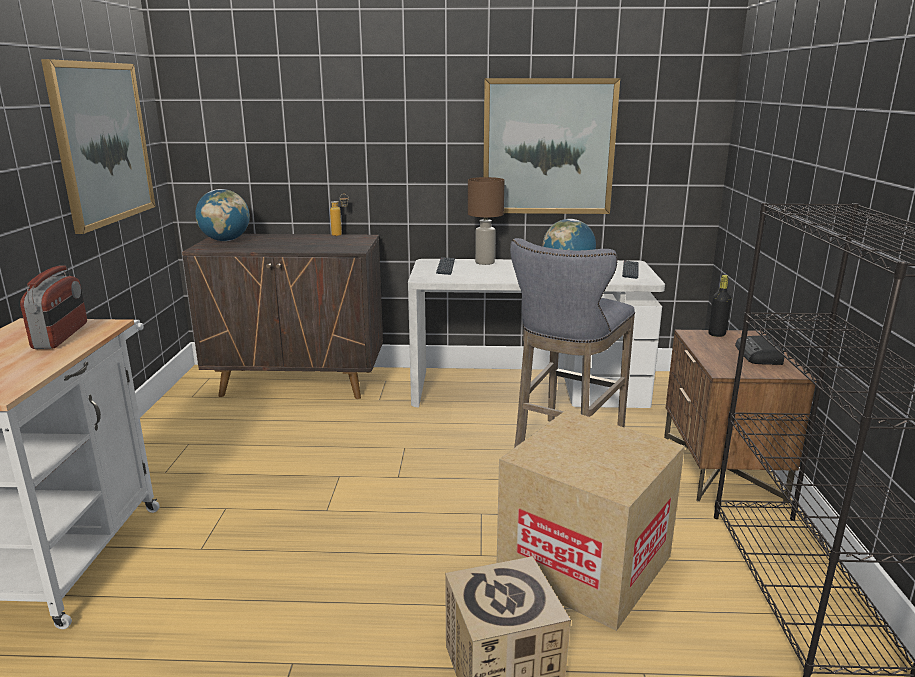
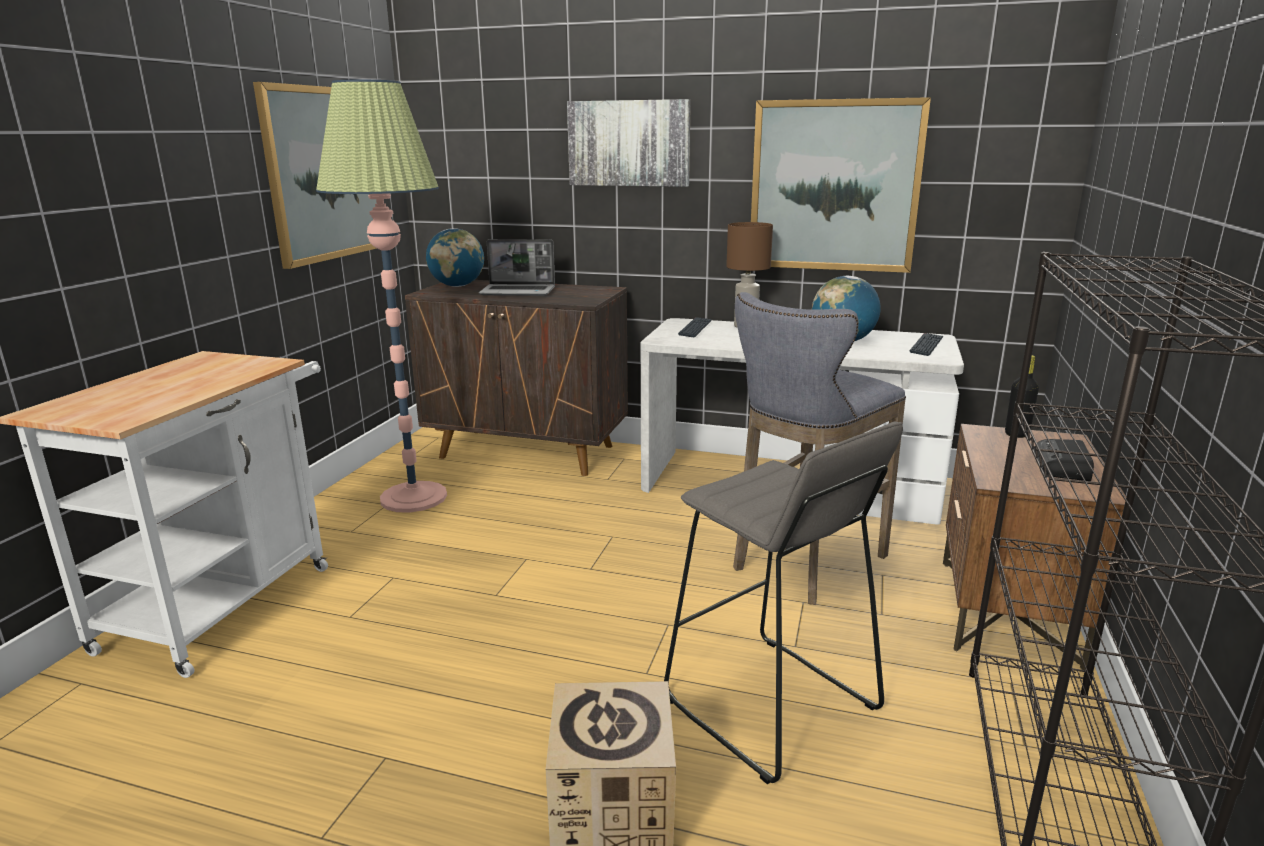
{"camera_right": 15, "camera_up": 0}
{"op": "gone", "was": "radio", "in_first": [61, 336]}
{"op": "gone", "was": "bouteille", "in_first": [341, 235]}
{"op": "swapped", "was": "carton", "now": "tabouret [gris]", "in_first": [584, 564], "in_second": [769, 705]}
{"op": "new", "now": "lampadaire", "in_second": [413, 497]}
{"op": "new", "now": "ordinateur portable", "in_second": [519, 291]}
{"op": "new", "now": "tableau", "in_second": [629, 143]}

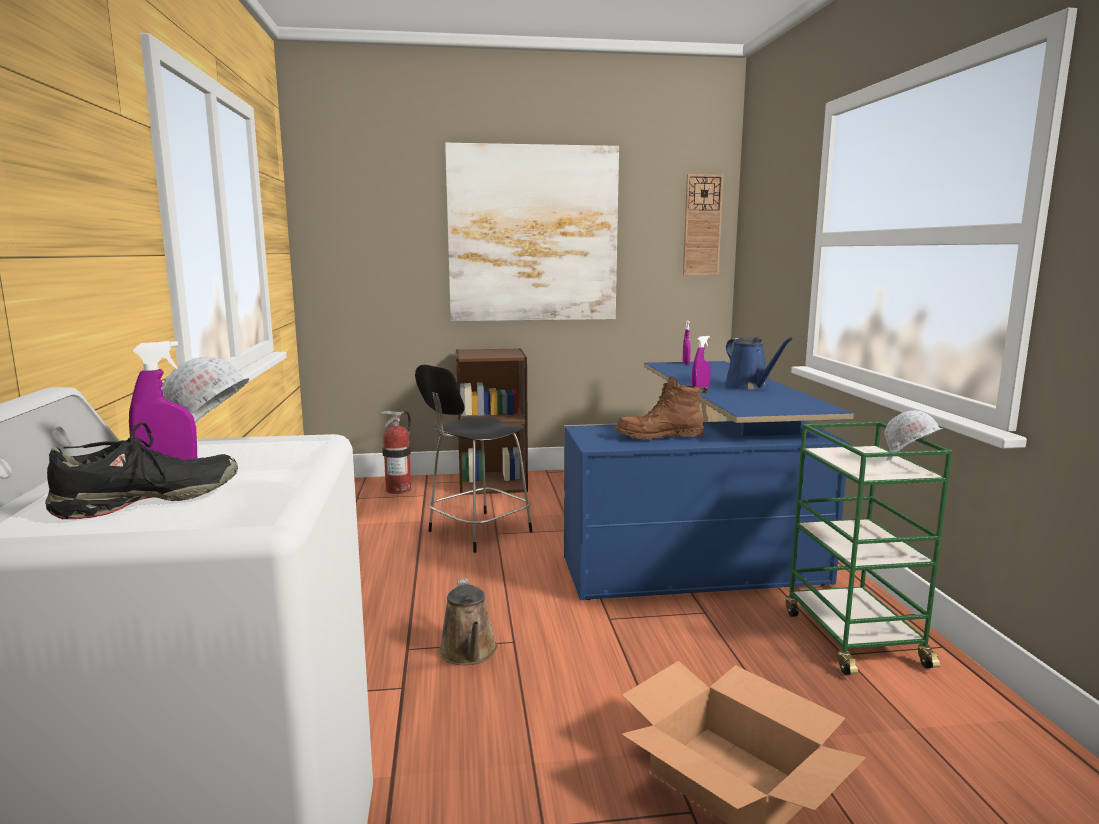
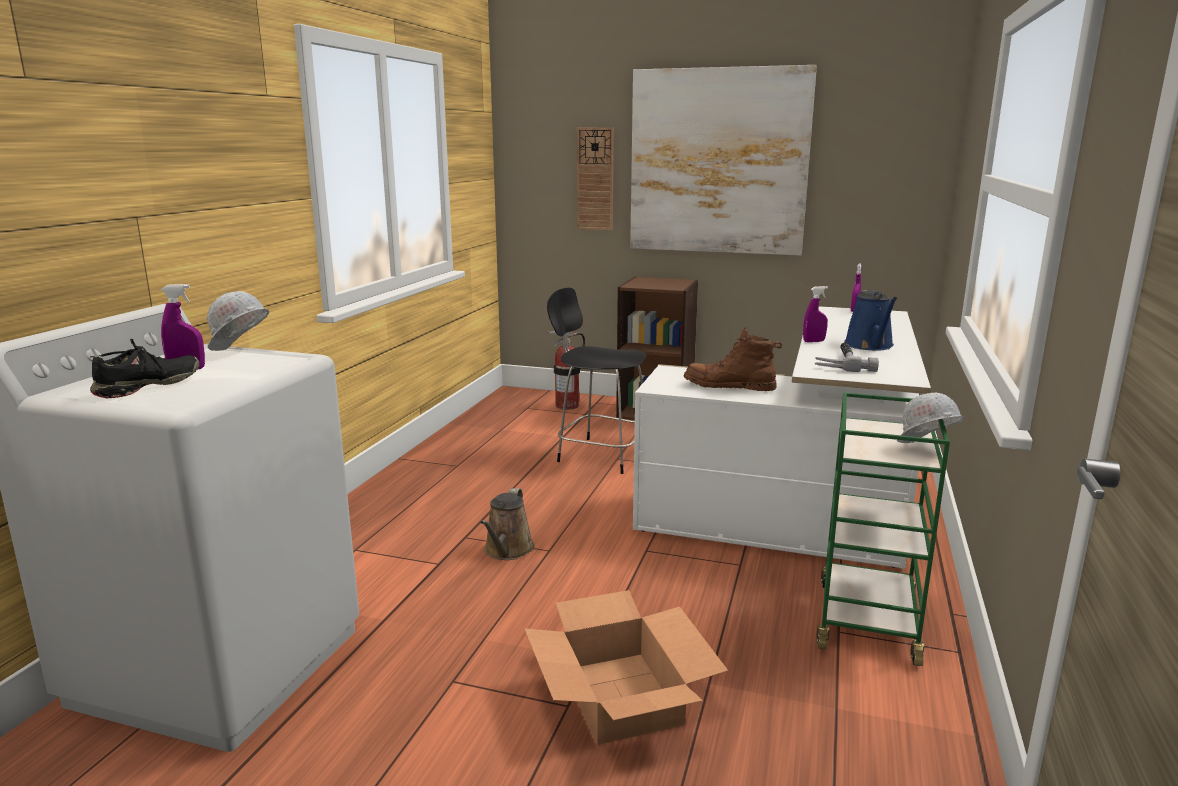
{"camera_right": 25, "camera_up": 5}
{"op": "rotated", "was": "chaussure [noir]", "in_first": [148, 501], "in_second": [148, 386], "clockwise": -45}
{"op": "rotated", "was": "chaise [noir]", "in_first": [477, 532], "in_second": [600, 455], "clockwise": 45}
{"op": "repainted", "was": "bureau [bleu]", "now": "bureau [blanc]", "in_first": [700, 541], "in_second": [806, 500]}
{"op": "shifted", "was": "horloge murale", "in_first": [702, 225], "in_second": [595, 179]}
{"op": "new", "now": "marteau", "in_second": [842, 362]}

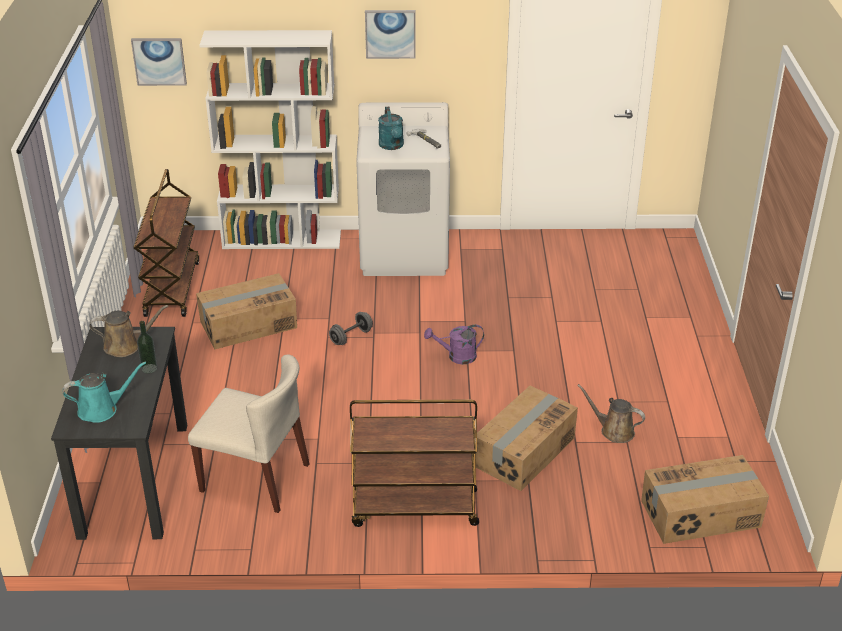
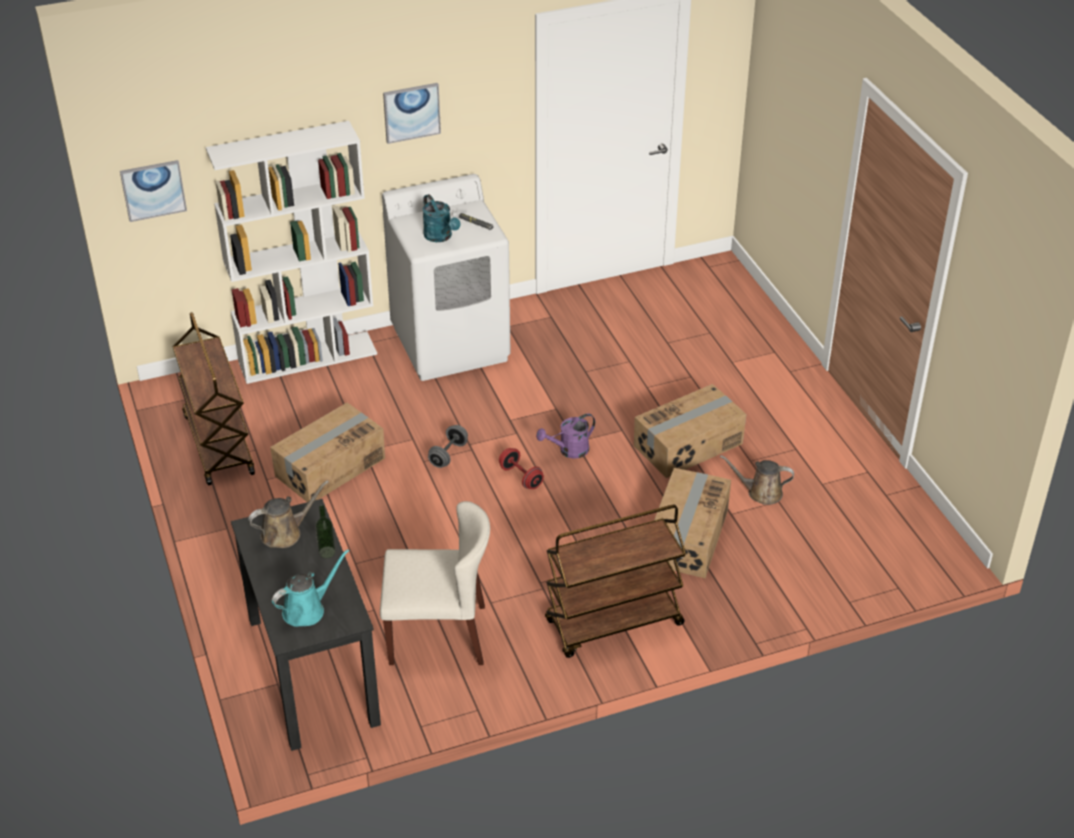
{"camera_right": -20, "camera_up": 5}
{"op": "shifted", "was": "carton", "in_first": [701, 514], "in_second": [689, 445]}
{"op": "new", "now": "haltère [rouge]", "in_second": [521, 477]}

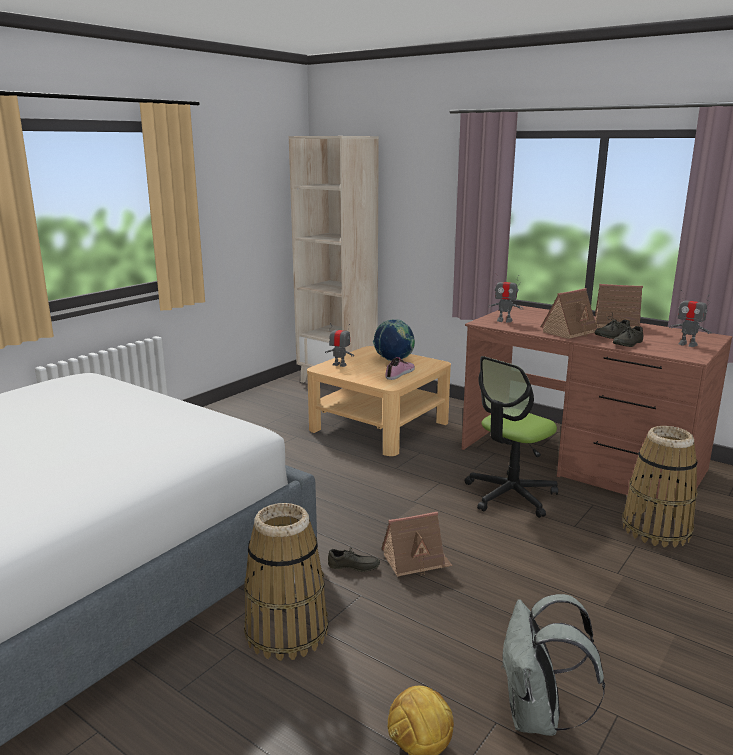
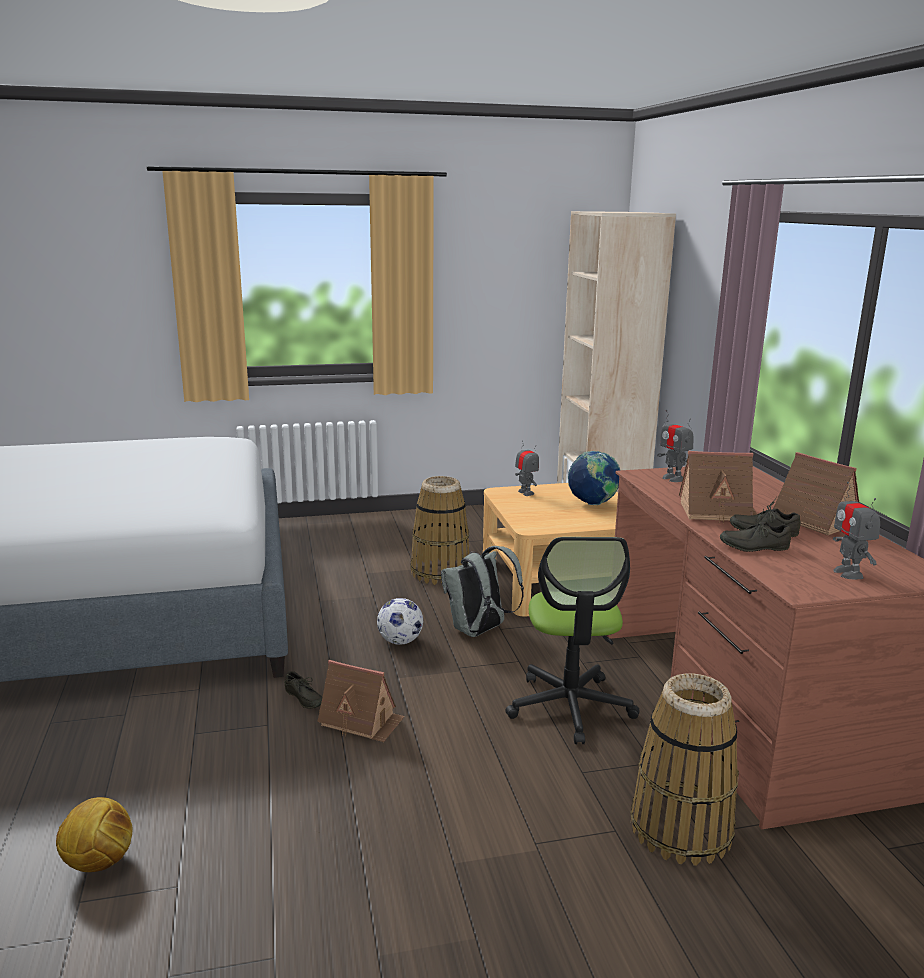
{"camera_right": 40, "camera_up": 0}
{"op": "shifted", "was": "panier", "in_first": [287, 631], "in_second": [440, 572]}
{"op": "gone", "was": "chaussure", "in_first": [400, 374]}
{"op": "rotated", "was": "chaise de bureau", "in_first": [510, 495], "in_second": [570, 707], "clockwise": -90}
{"op": "shifted", "was": "sac à dos [gris]", "in_first": [537, 717], "in_second": [479, 631]}
{"op": "new", "now": "ballon de foot", "in_second": [400, 641]}

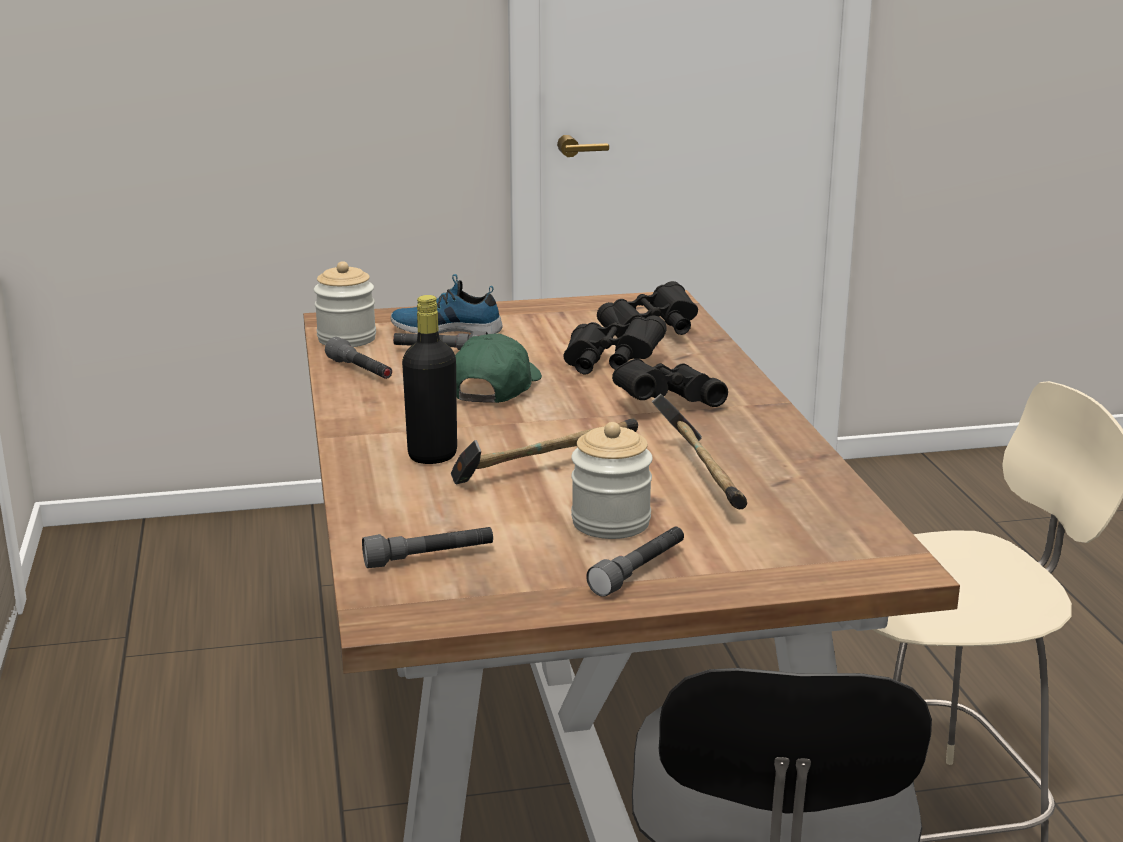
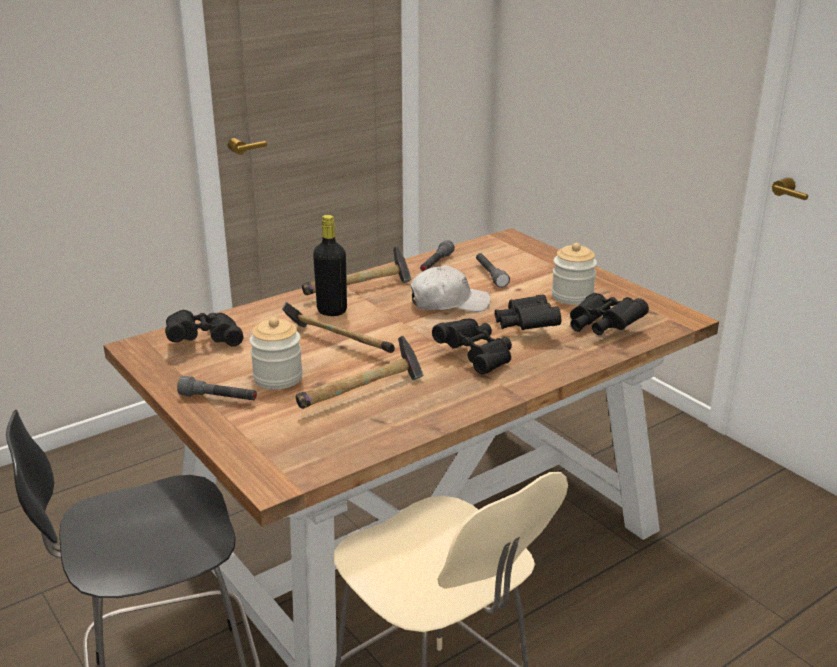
{"camera_right": 65, "camera_up": 5}
{"op": "shifted", "was": "bocal", "in_first": [346, 339], "in_second": [572, 296]}
{"op": "swapped", "was": "lampe de poche [gris]", "now": "jumelles [noir]", "in_first": [429, 558], "in_second": [204, 341]}
{"op": "gone", "was": "chaussure", "in_first": [447, 328]}
{"op": "repainted", "was": "casquette [vert]", "now": "casquette [blanc]", "in_first": [495, 387], "in_second": [449, 303]}
{"op": "new", "now": "marteau", "in_second": [360, 289]}

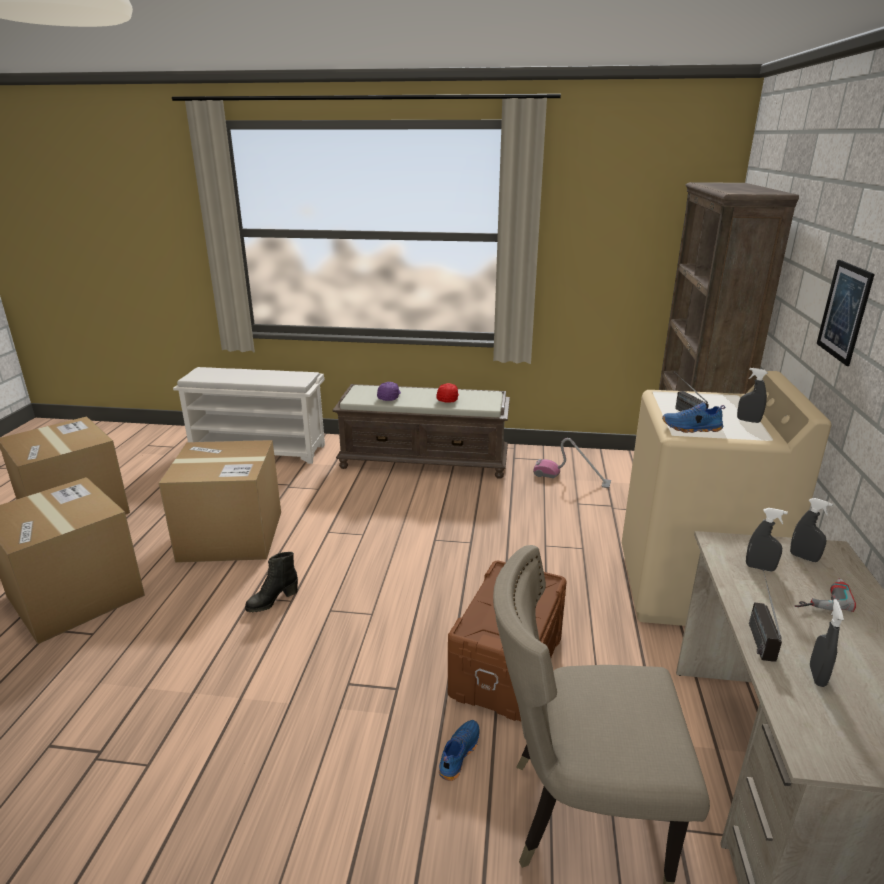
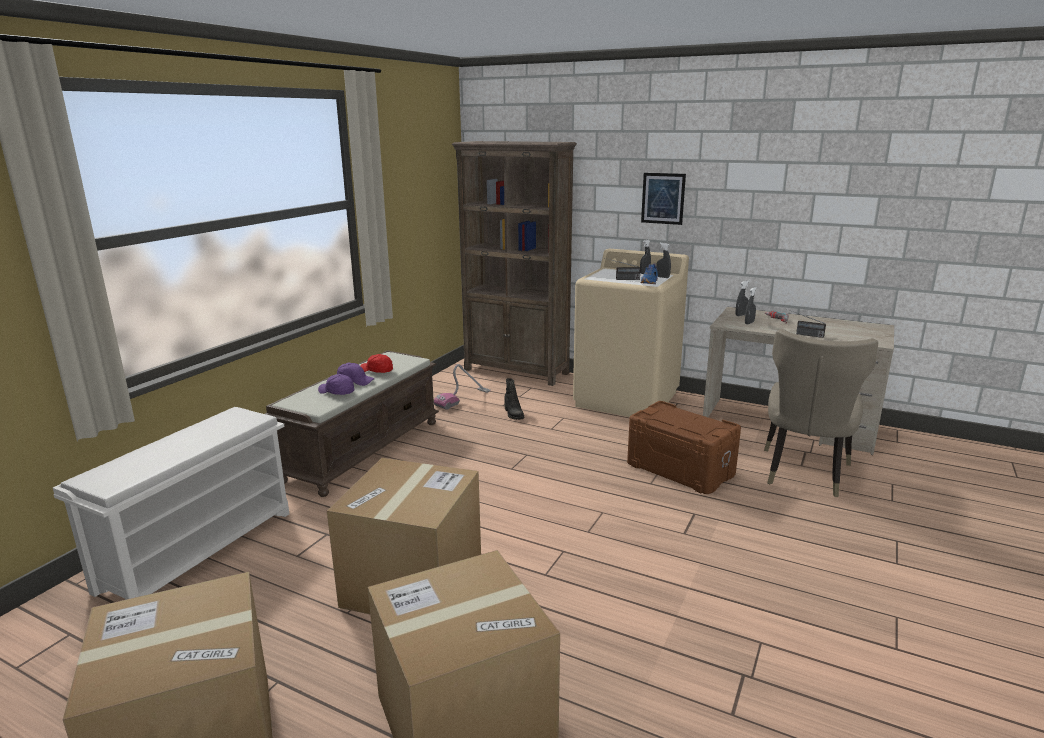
{"camera_right": -70, "camera_up": -5}
{"op": "shifted", "was": "botte [noir]", "in_first": [272, 601], "in_second": [513, 414]}
{"op": "gone", "was": "chaussure [bleu]", "in_first": [458, 754]}
{"op": "shifted", "was": "vaporisateur [gris]", "in_first": [817, 676], "in_second": [662, 277]}
{"op": "new", "now": "casquette [violet]", "in_second": [355, 381]}

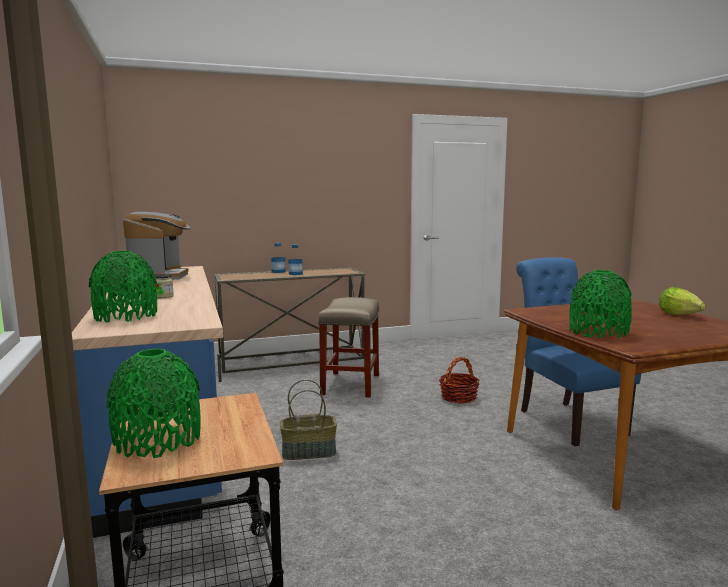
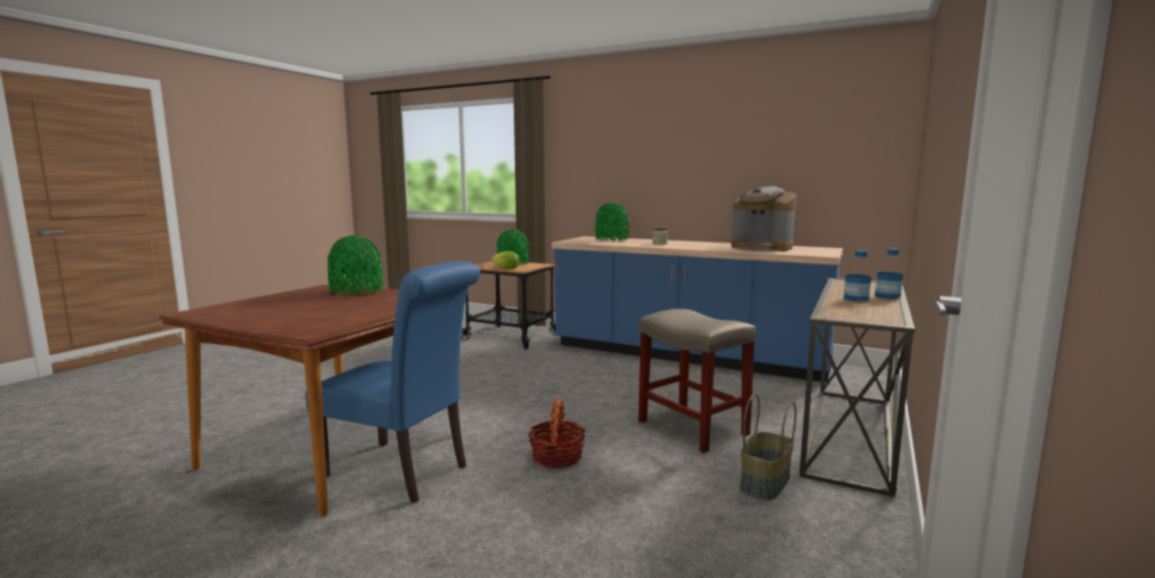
{"camera_right": 135, "camera_up": 0}
{"op": "shifted", "was": "panier", "in_first": [309, 452], "in_second": [766, 483]}
{"op": "shifted", "was": "laitue", "in_first": [679, 315], "in_second": [506, 269]}

